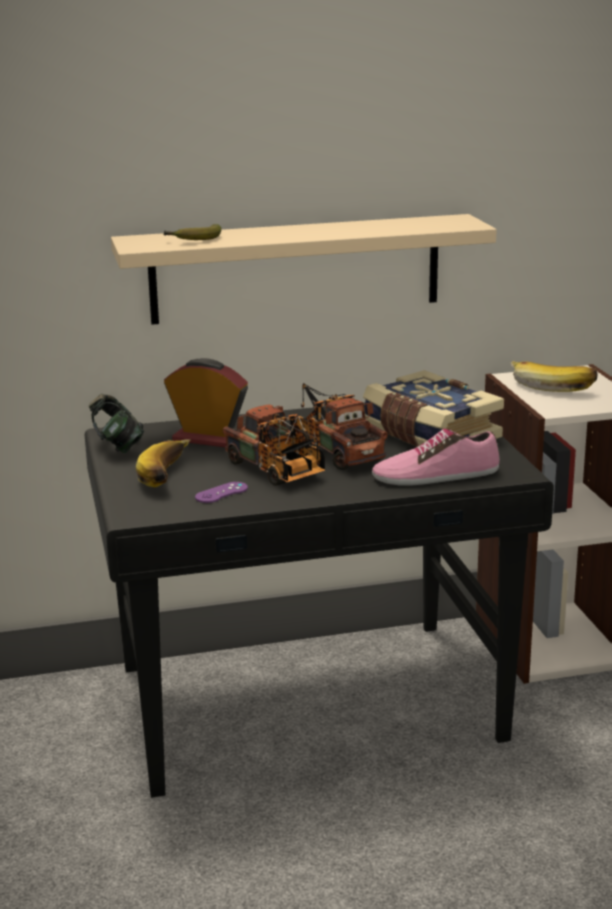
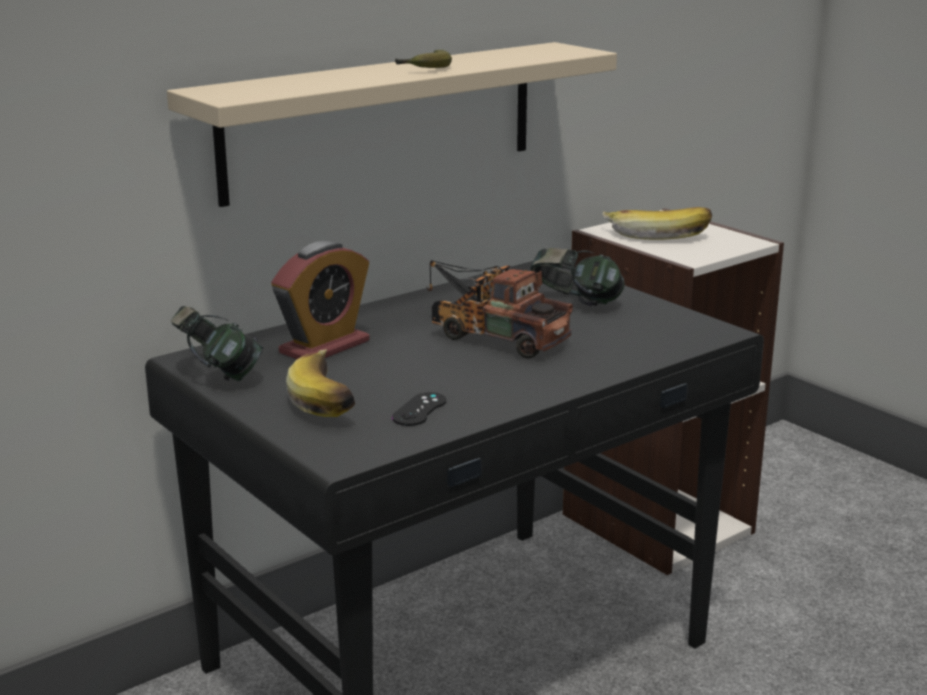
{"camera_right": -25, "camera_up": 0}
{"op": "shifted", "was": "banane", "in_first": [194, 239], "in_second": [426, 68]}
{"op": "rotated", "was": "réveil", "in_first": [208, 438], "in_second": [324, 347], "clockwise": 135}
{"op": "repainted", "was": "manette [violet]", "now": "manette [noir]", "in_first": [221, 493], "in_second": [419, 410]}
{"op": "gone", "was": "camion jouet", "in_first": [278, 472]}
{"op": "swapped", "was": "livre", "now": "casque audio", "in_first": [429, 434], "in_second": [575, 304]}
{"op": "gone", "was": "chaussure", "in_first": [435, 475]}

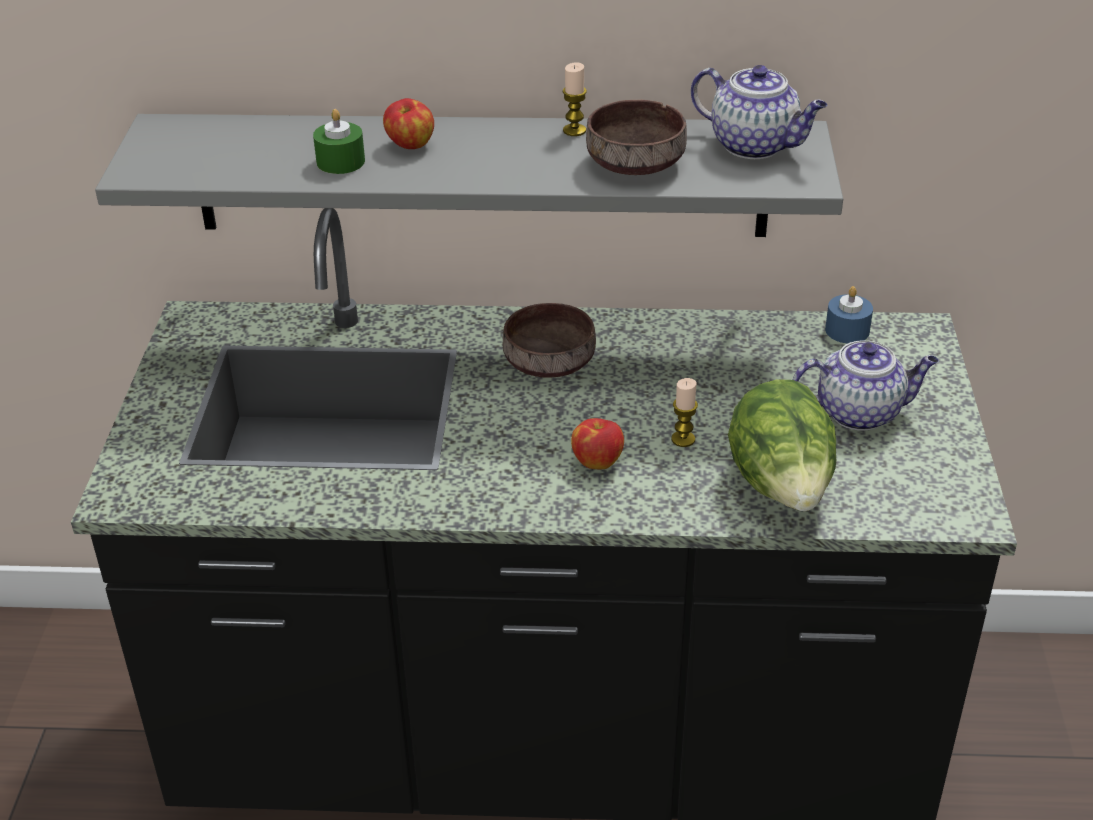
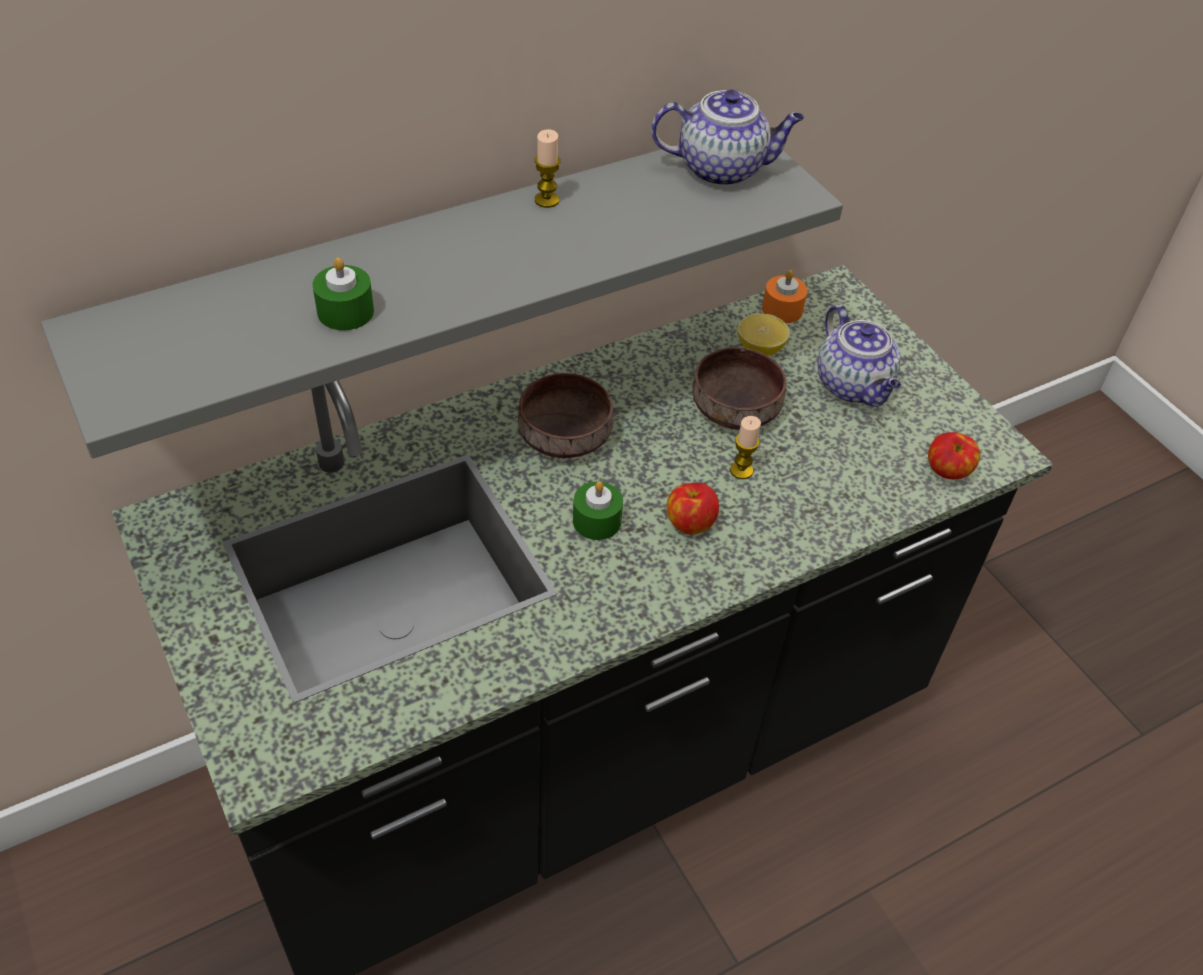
{"camera_right": -35, "camera_up": 10}
{"op": "shifted", "was": "pomme", "in_first": [410, 145], "in_second": [947, 472]}
{"op": "shifted", "was": "bol [marron]", "in_first": [633, 163], "in_second": [734, 409]}
{"op": "gone", "was": "laitue", "in_first": [781, 487]}
{"op": "rotated", "was": "théière", "in_first": [860, 412], "in_second": [854, 386], "clockwise": 105}
{"op": "repainted", "was": "bougie [bleu]", "now": "bougie [orange]", "in_first": [847, 330], "in_second": [782, 309]}
{"op": "new", "now": "bougie [vert]", "in_second": [597, 521]}
{"op": "new", "now": "citron", "in_second": [760, 348]}

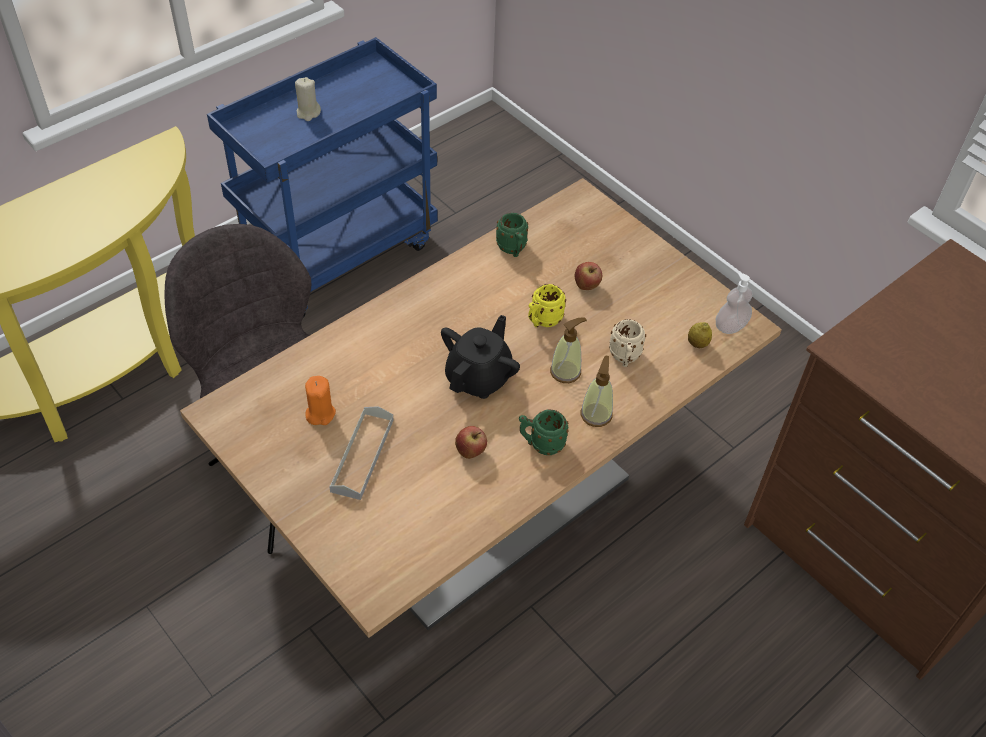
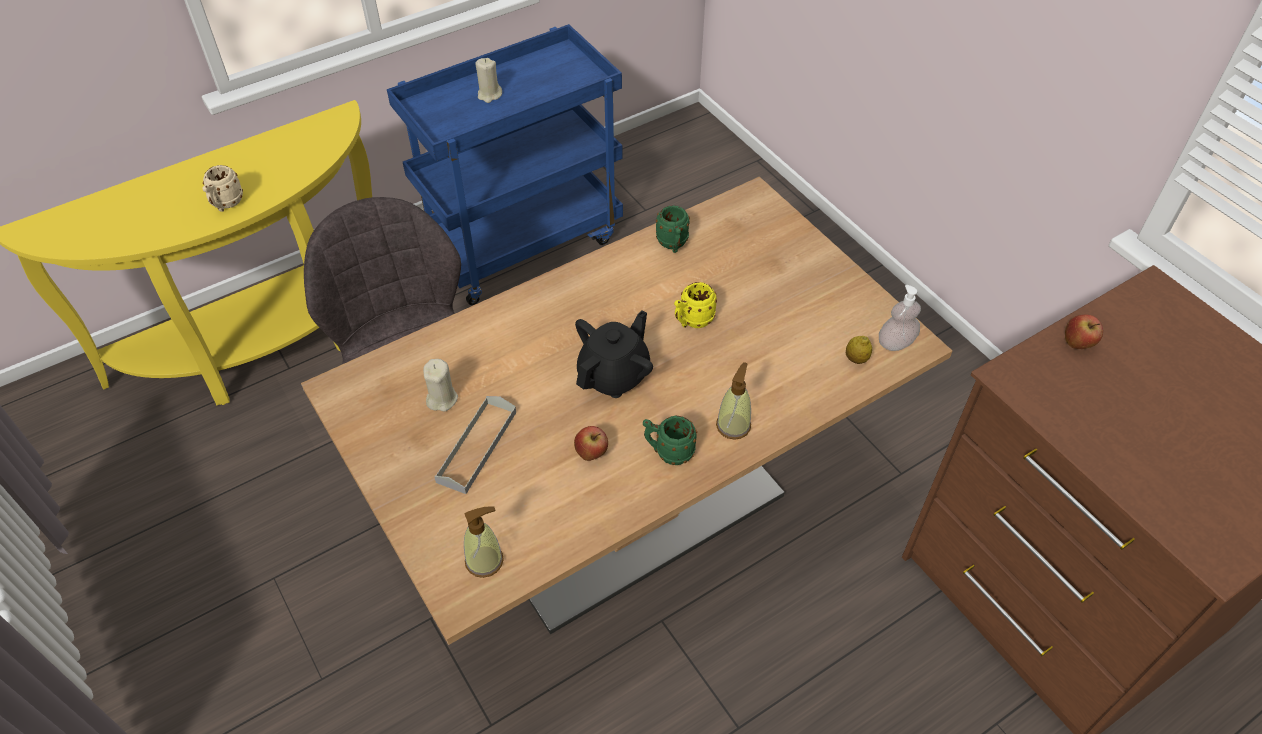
{"camera_right": 10, "camera_up": 0}
{"op": "repainted", "was": "bougie [orange]", "now": "bougie [beige]", "in_first": [320, 413], "in_second": [442, 399]}
{"op": "shifted", "was": "distributeur de savon", "in_first": [565, 371], "in_second": [484, 560]}
{"op": "shifted", "was": "pomme", "in_first": [587, 286], "in_second": [1077, 344]}
{"op": "shifted", "was": "mug [beige]", "in_first": [624, 358], "in_second": [226, 204]}

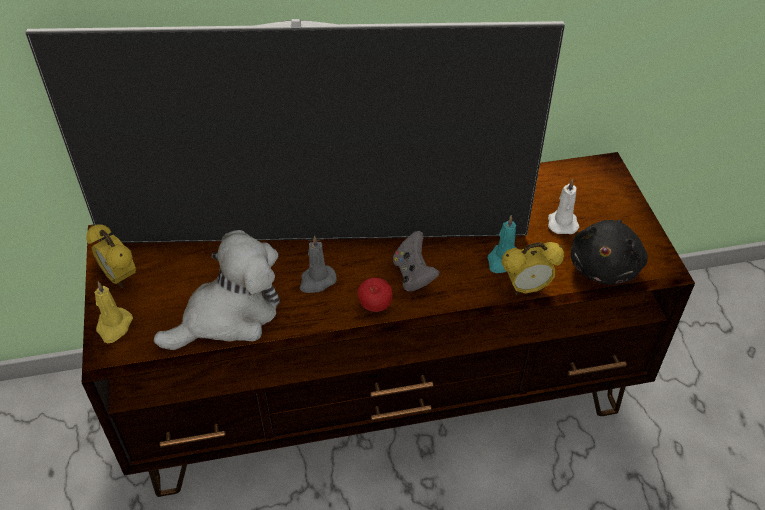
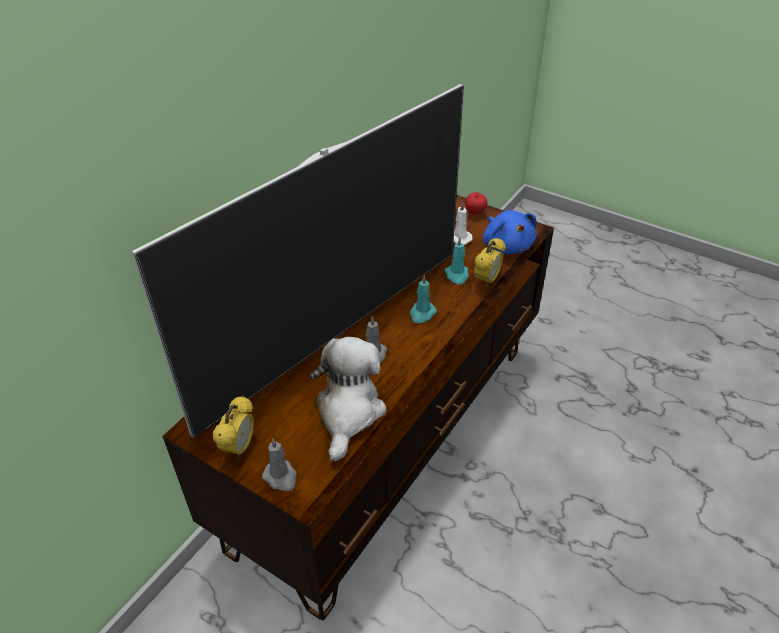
{"camera_right": -45, "camera_up": -5}
{"op": "rotated", "was": "réveil", "in_first": [119, 277], "in_second": [239, 447], "clockwise": -75}
{"op": "repainted", "was": "bougie [jaune]", "now": "bougie [gris]", "in_first": [114, 326], "in_second": [281, 477]}
{"op": "shifted", "was": "pomme", "in_first": [375, 307], "in_second": [475, 213]}
{"op": "swapped", "was": "manette [gris]", "now": "bougie [turquoise]", "in_first": [413, 274], "in_second": [422, 314]}
{"op": "repainted", "was": "peluche [noir]", "now": "peluche [bleu]", "in_first": [605, 266], "in_second": [507, 245]}

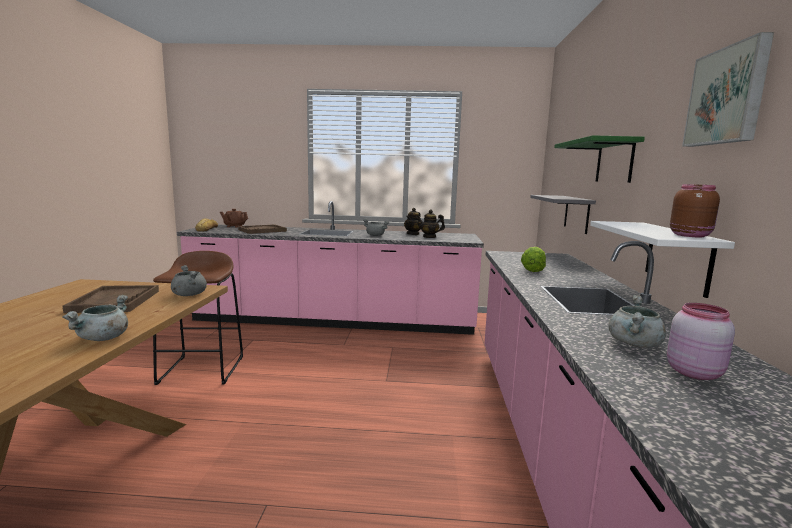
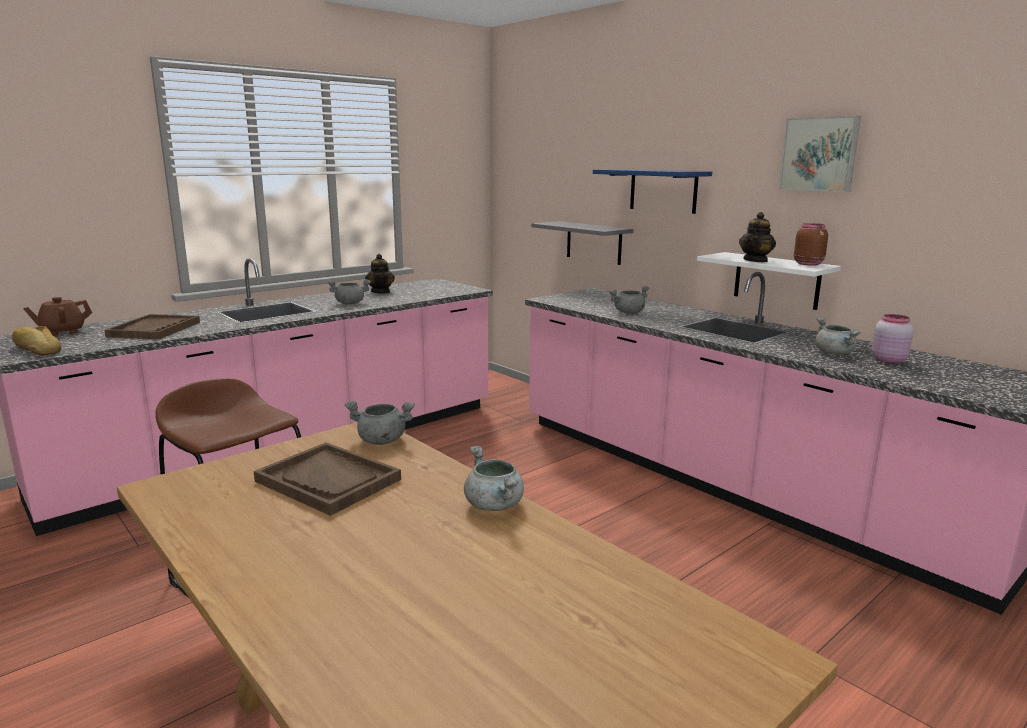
{"camera_right": -45, "camera_up": 5}
{"op": "shifted", "was": "théière", "in_first": [429, 237], "in_second": [755, 260]}
{"op": "swapped", "was": "laitue", "now": "marmite [gris]", "in_first": [533, 270], "in_second": [628, 312]}
{"op": "repainted", "was": "étagère [vert]", "now": "étagère [bleu]", "in_first": [614, 161], "in_second": [663, 190]}

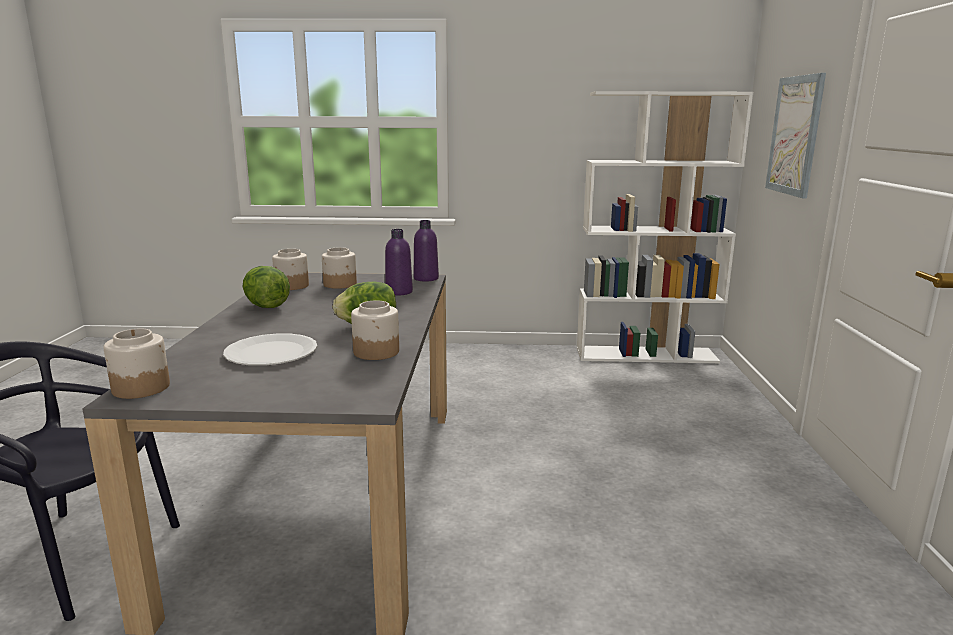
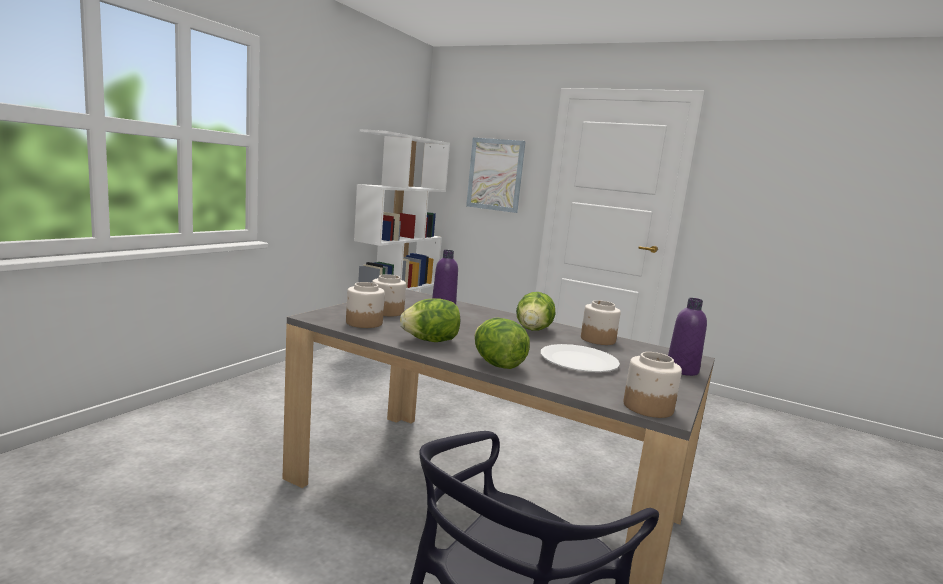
{"camera_right": -65, "camera_up": -5}
{"op": "shifted", "was": "bouteille [violet]", "in_first": [426, 278], "in_second": [682, 370]}
{"op": "new", "now": "laitue", "in_second": [497, 364]}

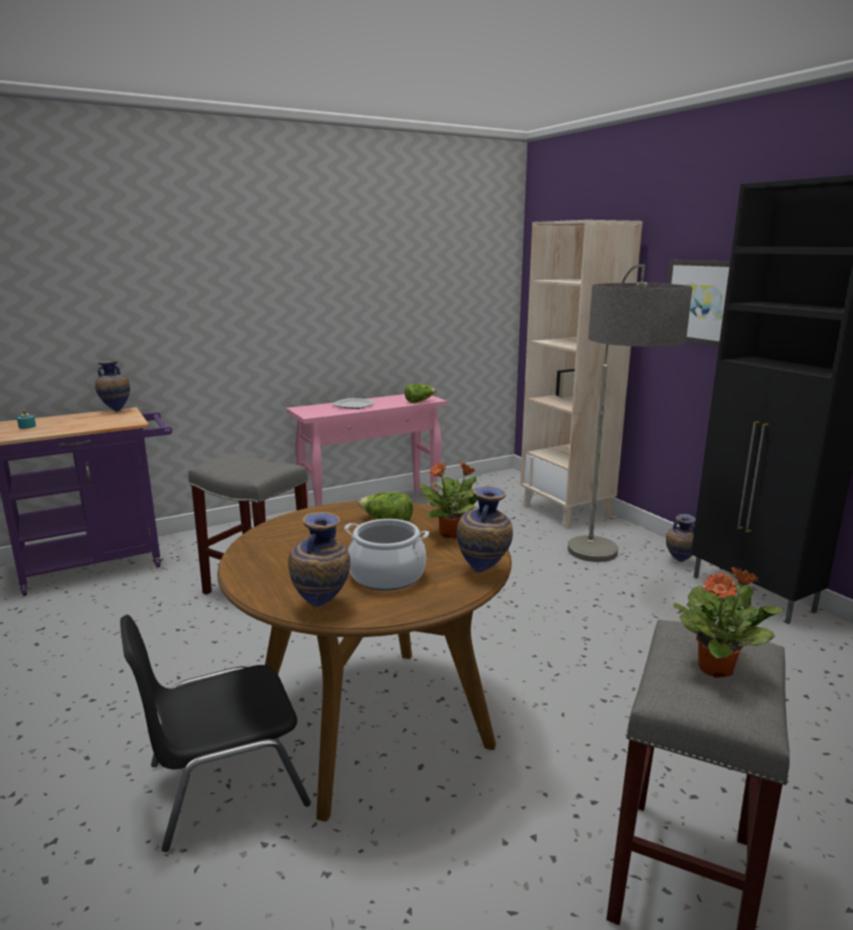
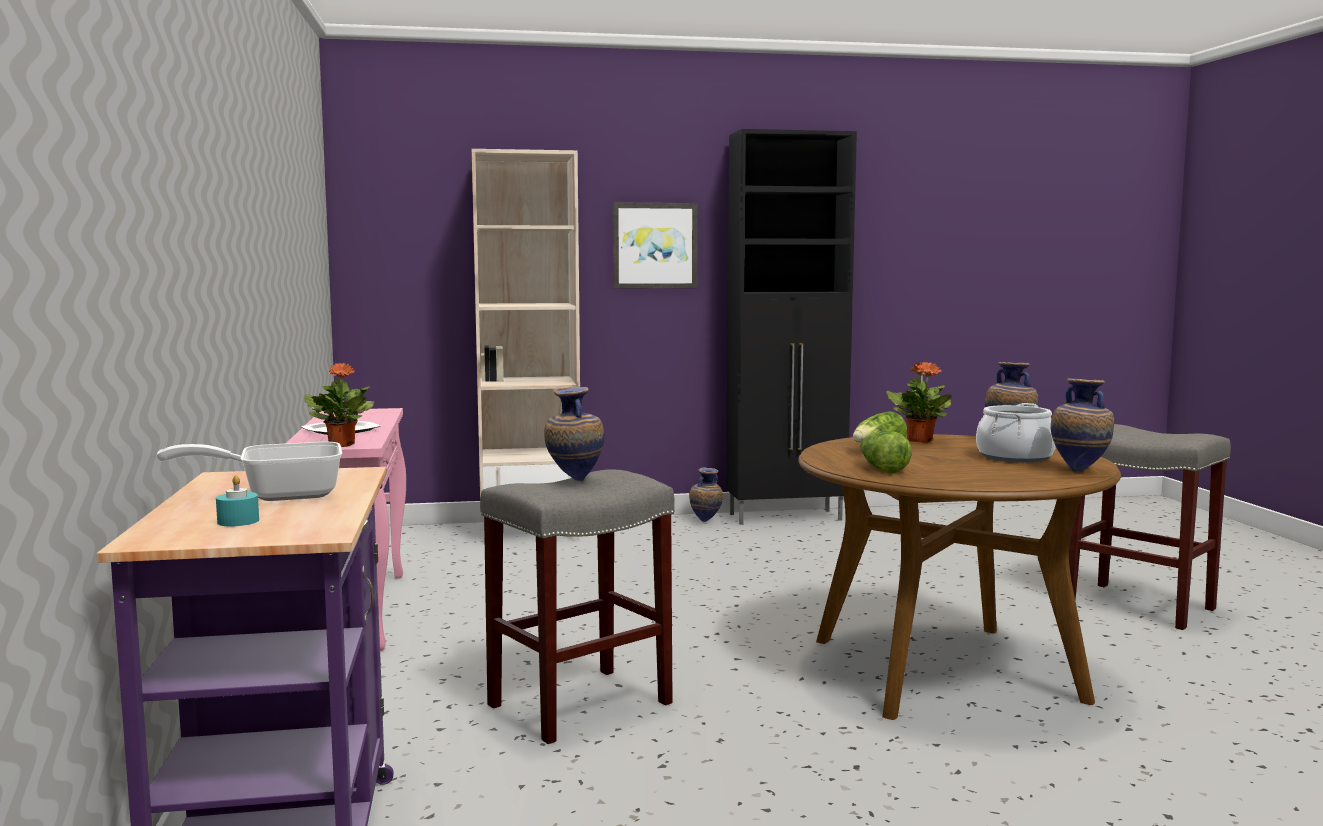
{"camera_right": -70, "camera_up": -10}
{"op": "shifted", "was": "vase", "in_first": [116, 410], "in_second": [574, 481]}
{"op": "gone", "was": "chaise [noir]", "in_first": [224, 783]}
{"op": "shifted", "was": "laitue", "in_first": [419, 401], "in_second": [881, 469]}
{"op": "gone", "was": "lampadaire", "in_first": [604, 579]}
{"op": "shifted", "was": "plante en pot", "in_first": [716, 668], "in_second": [342, 445]}
{"op": "new", "now": "poêle", "in_second": [278, 495]}

